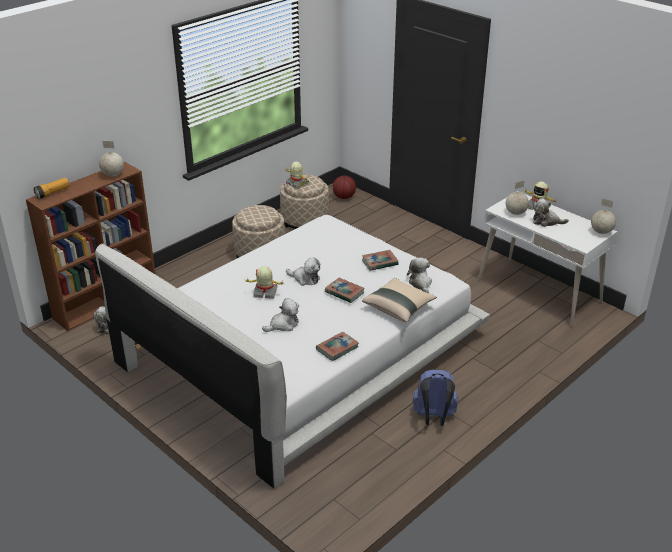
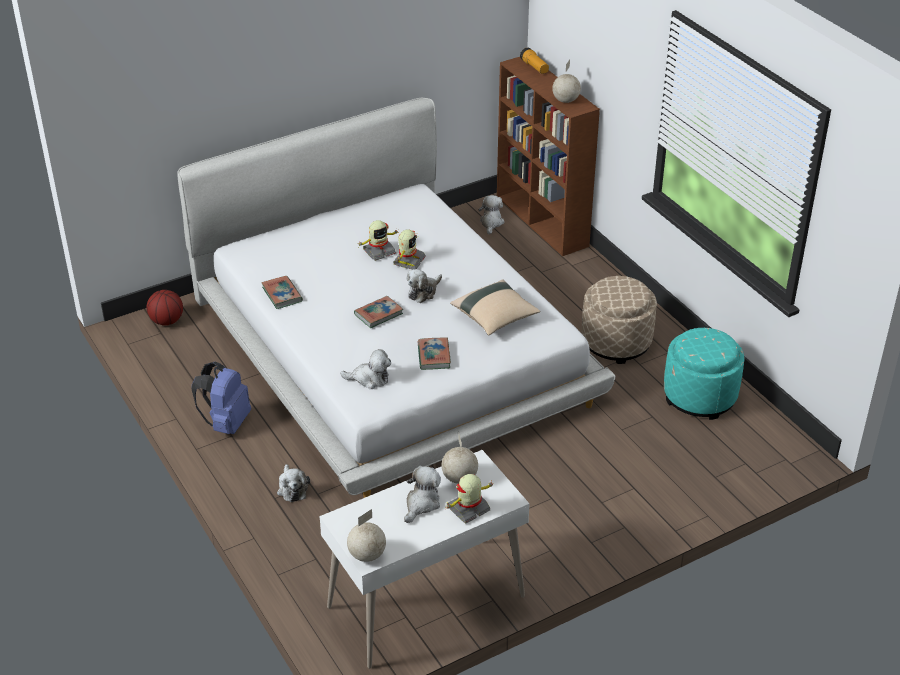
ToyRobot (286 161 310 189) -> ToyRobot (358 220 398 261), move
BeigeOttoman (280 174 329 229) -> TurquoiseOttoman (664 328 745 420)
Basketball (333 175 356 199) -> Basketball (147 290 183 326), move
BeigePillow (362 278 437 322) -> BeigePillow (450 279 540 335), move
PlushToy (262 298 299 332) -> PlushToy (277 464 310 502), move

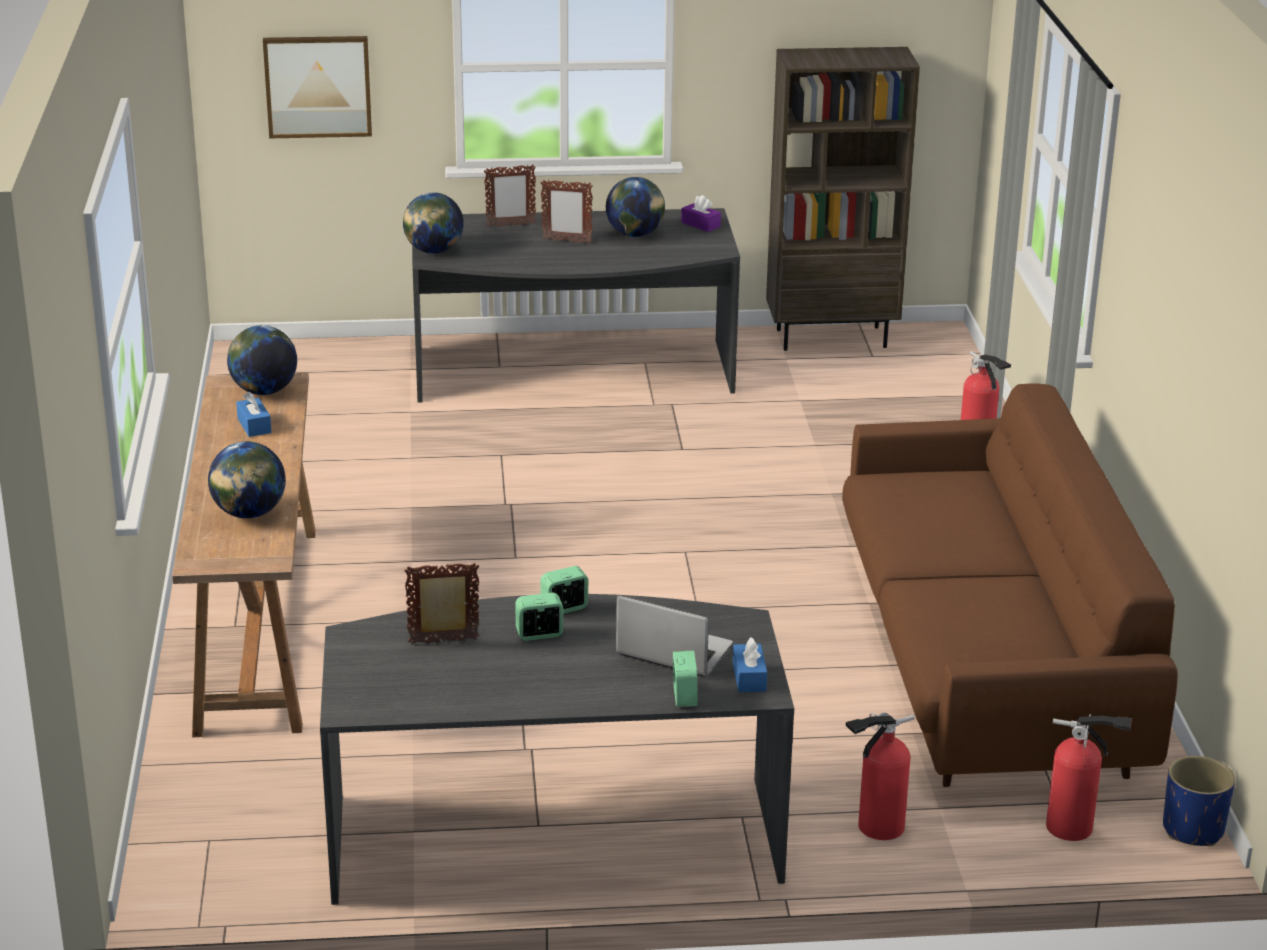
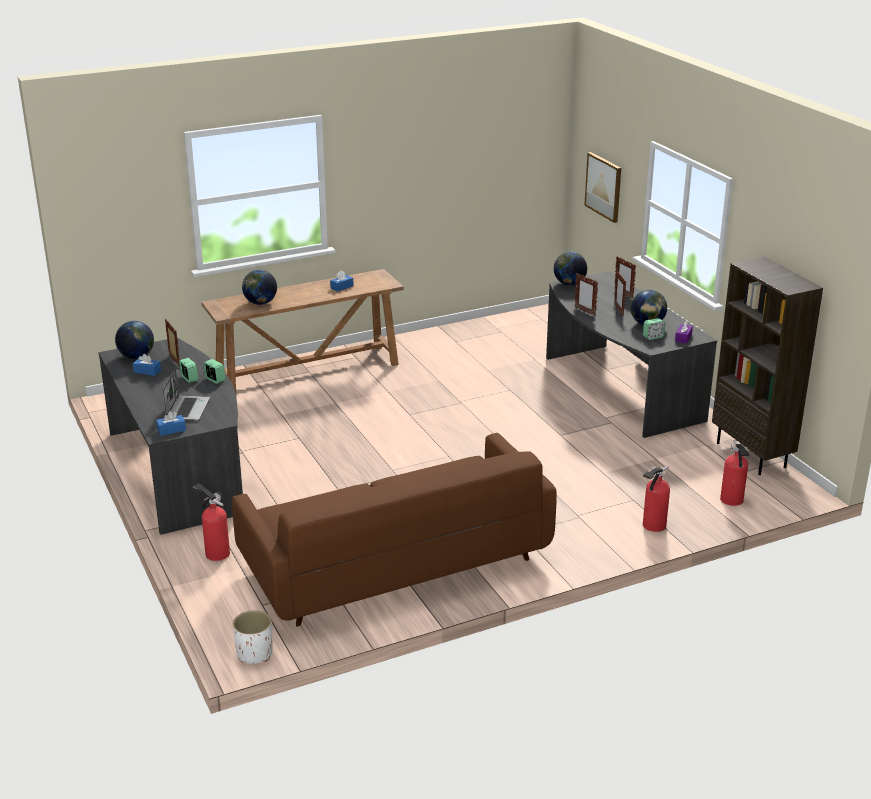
Globe (227 325 297 395) -> Globe (115 321 154 359), move
AlarmClock (673 651 698 707) -> AlarmClock (643 318 665 340), move
FireExtinguisher (1046 714 1132 841) -> FireExtinguisher (720 440 750 506), move
BluePlanter (1163 756 1235 846) -> WhitePlanter (233 610 273 664)
none -> PictureFrame (575 273 598 316)
none -> BlueTissueBox (133 354 161 376)

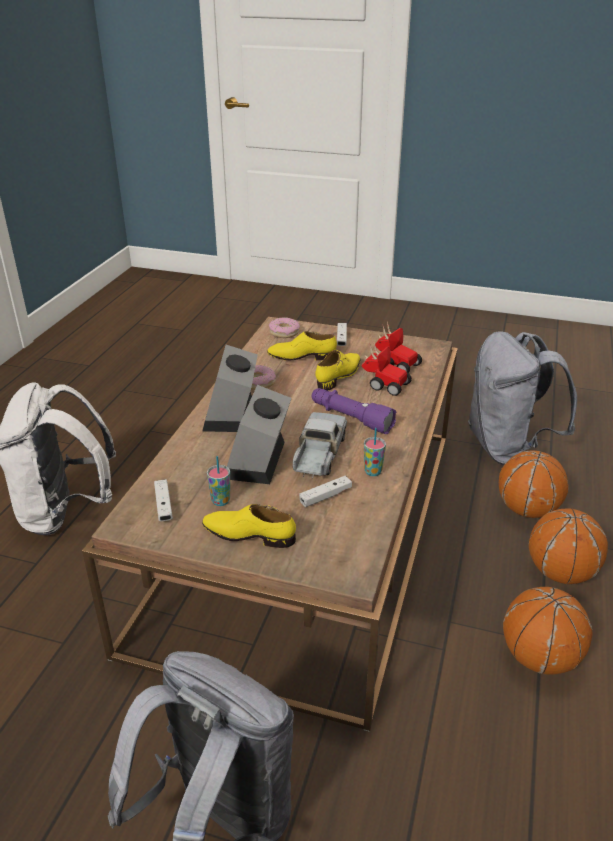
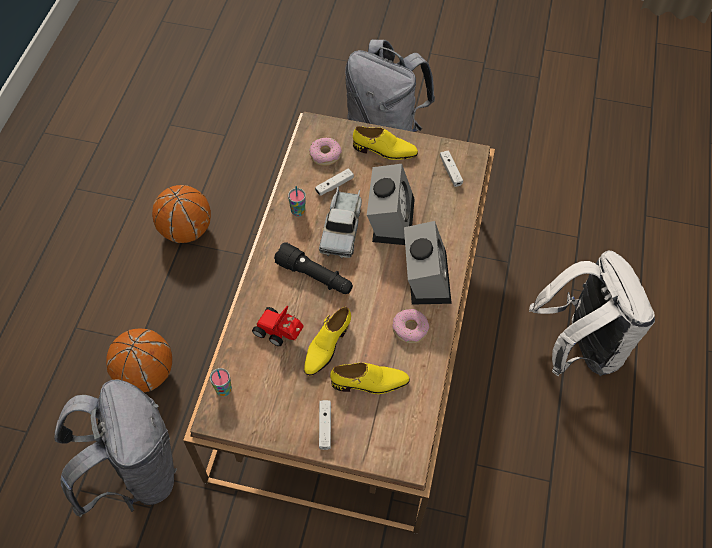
Donut (269 317 300 338) -> Donut (309 138 342 166), move
ToyCar (375 322 422 373) -> none
PurpleFlashlight (311 388 397 434) -> BlackFlashlight (274 242 353 294)
Cup (207 456 230 506) -> Cup (210 368 232 396), move
Basketball (529 508 608 584) -> none

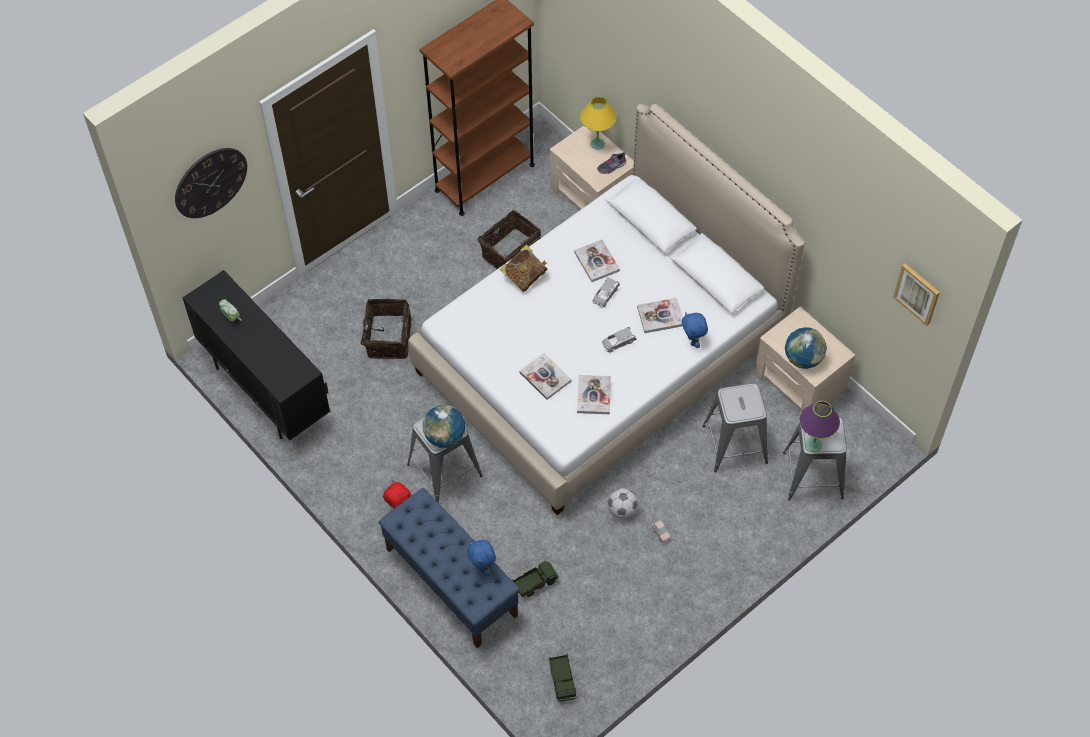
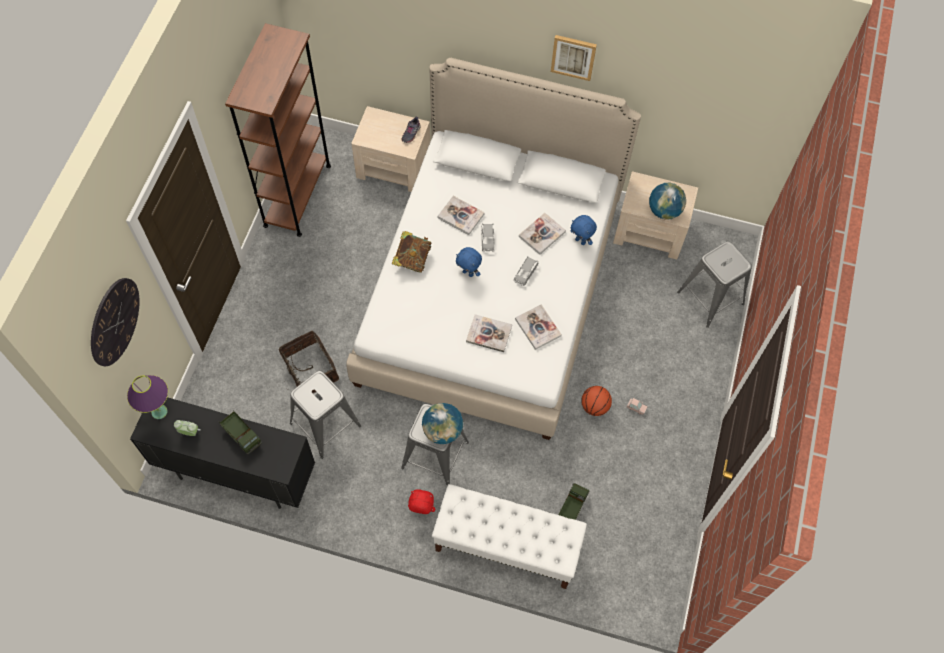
YellowTableLamp (580 97 616 150) -> none
Basket (477 210 541 269) -> none
Picture (893 263 940 326) -> Picture (551 35 597 81), move
GreyStool (702 383 768 472) -> GreyStool (290 371 361 459), move
PurpleTableLamp (799 401 840 452) -> PurpleTableLamp (127 375 168 419), move
BlueBench (379 488 520 648) -> WhiteBench (432 484 587 589)
Football (608 488 638 519) -> Basketball (581 386 612 416)
BluePlushToy (467 540 496 576) -> BluePlushToy (456 247 482 277), move
ToyTruck (549 653 576 702) -> ToyTruck (219 410 262 454), move

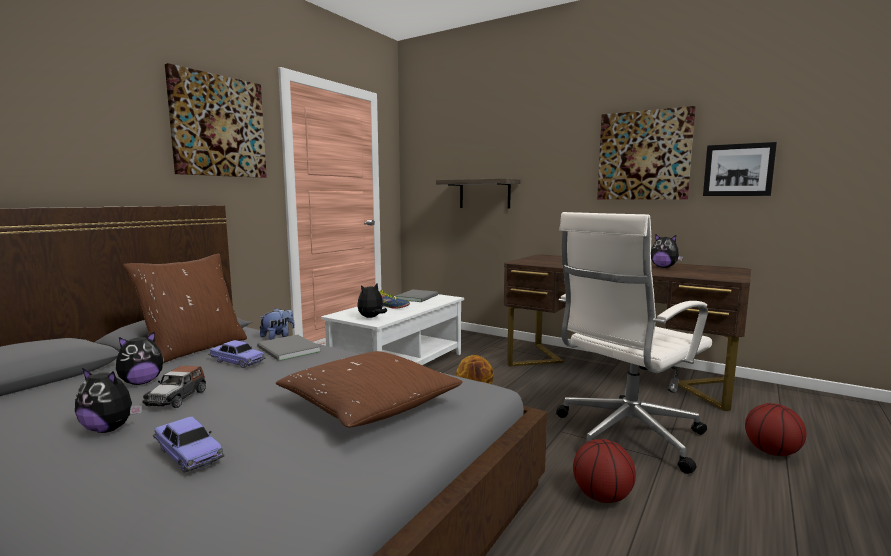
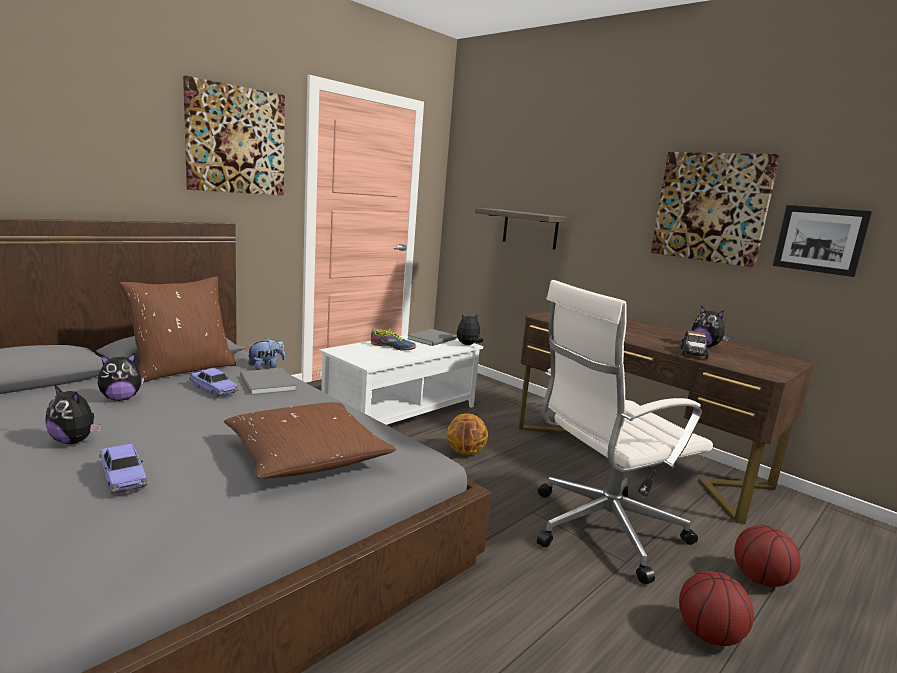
PlushToy (357 284 387 318) -> PlushToy (457 314 483 345), move
ToyCar (142 366 206 408) -> ToyCar (680 330 709 359), move
Basketball (573 439 636 503) -> Basketball (679 571 754 646), move

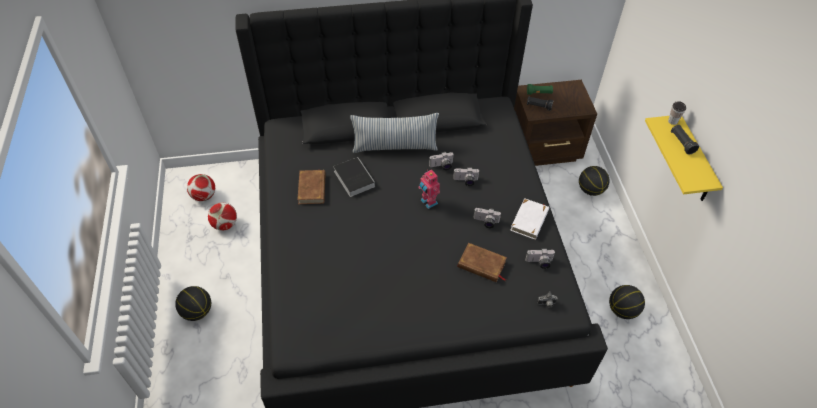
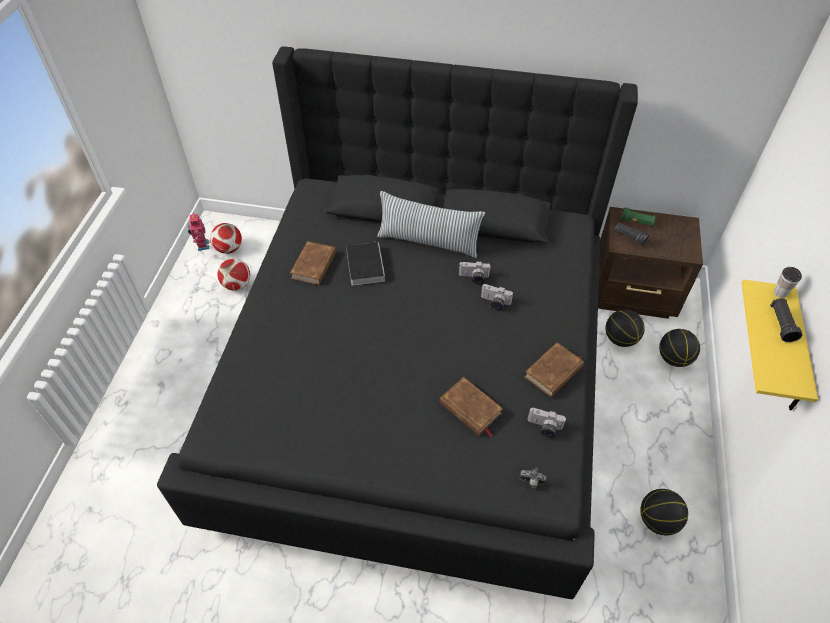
ToyRobot (418 169 440 209) -> ToyRobot (188 213 209 251), move
WhiteBook (510 198 549 240) -> BrownBook (524 342 584 397)
PhotoCamera (473 208 501 228) -> none
Basketball (175 286 211 321) -> Basketball (606 309 645 347), move

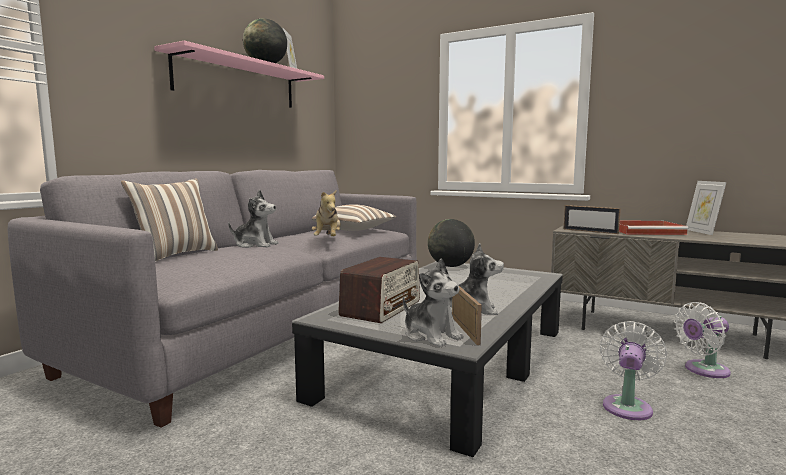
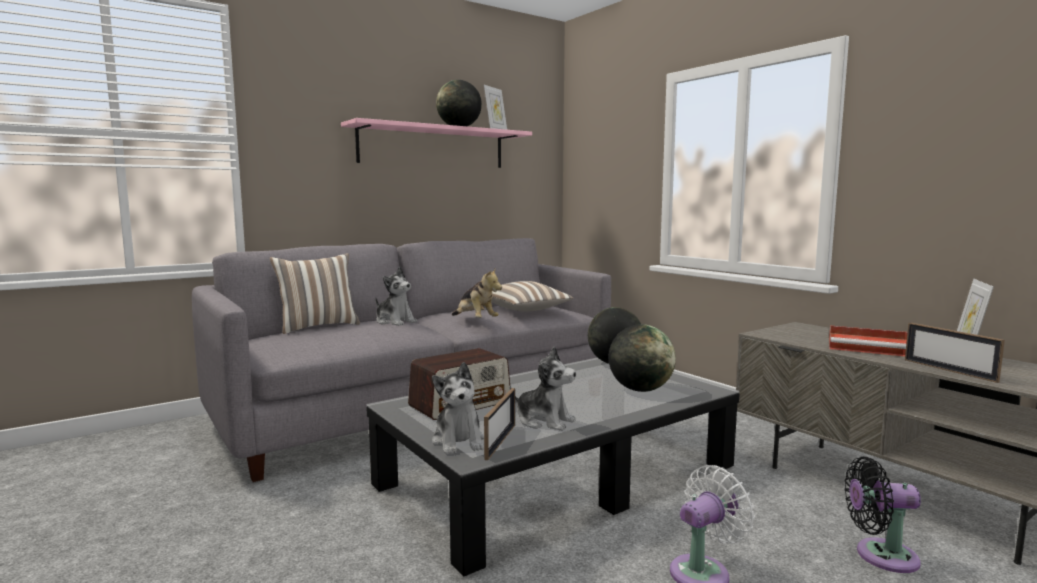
PlushToy (312 190 341 236) -> PlushToy (452 269 502 318), 60 degrees counterclockwise
PictureFrame (564 205 621 234) -> PictureFrame (905 322 1005 383), move
WhiteFan (674 302 731 378) -> BlackFan (845 457 921 573)
none -> Globe (609 324 676 392)

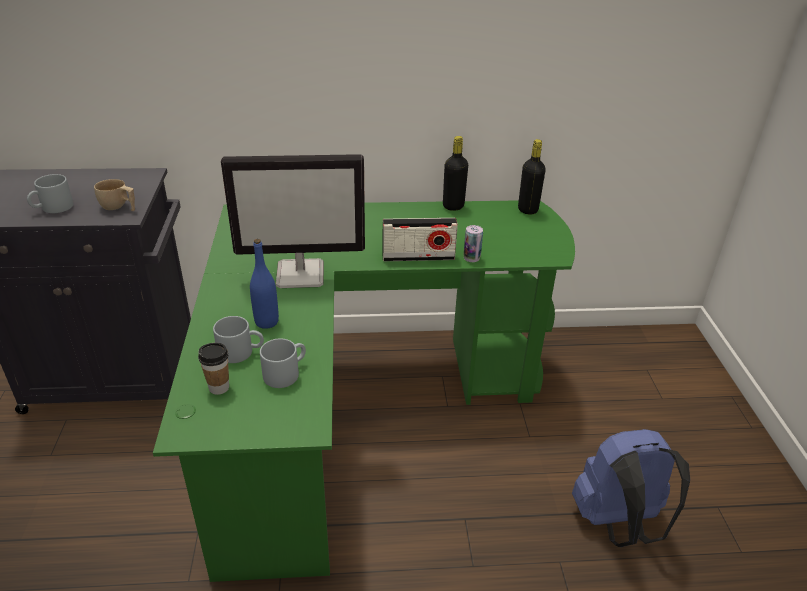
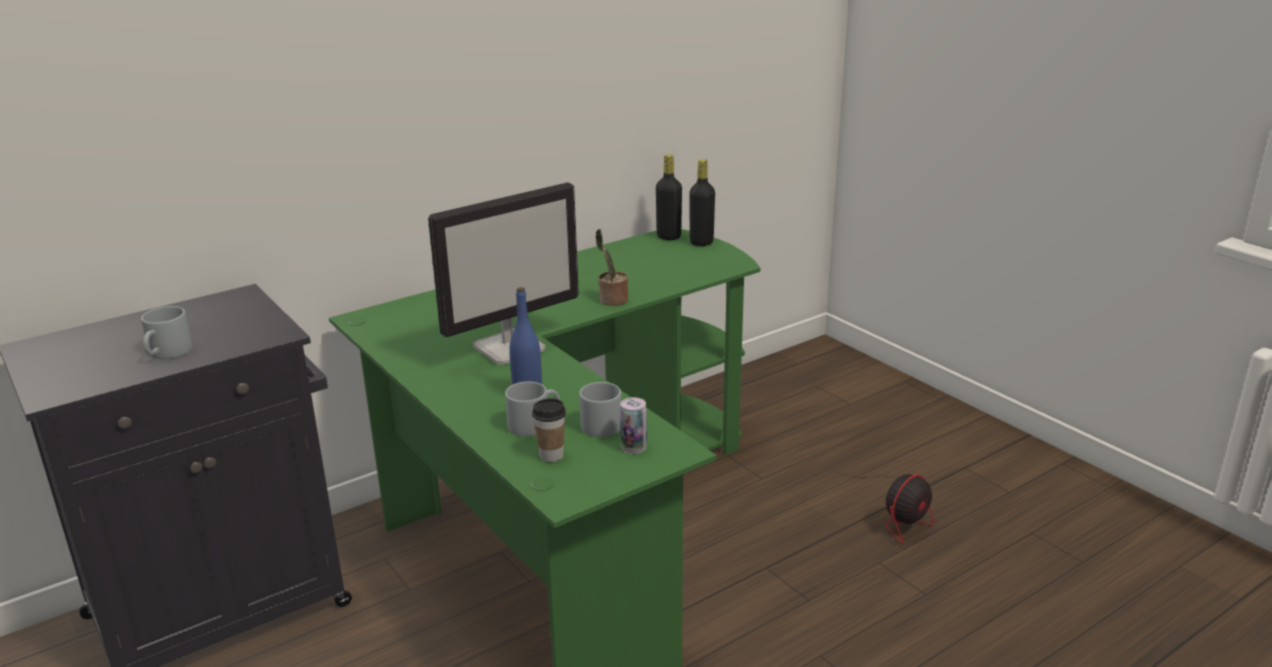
BlackBottle (443 136 468 211) -> BlackBottle (689 159 715 246), move
BeigeCup (94 179 135 211) -> none
Radio (382 218 458 261) -> PottedPlant (596 229 628 306)
Can (463 225 483 262) -> Can (620 397 647 454), move
BlueBackpack (572 429 690 547) -> Fan (832 468 934 544)

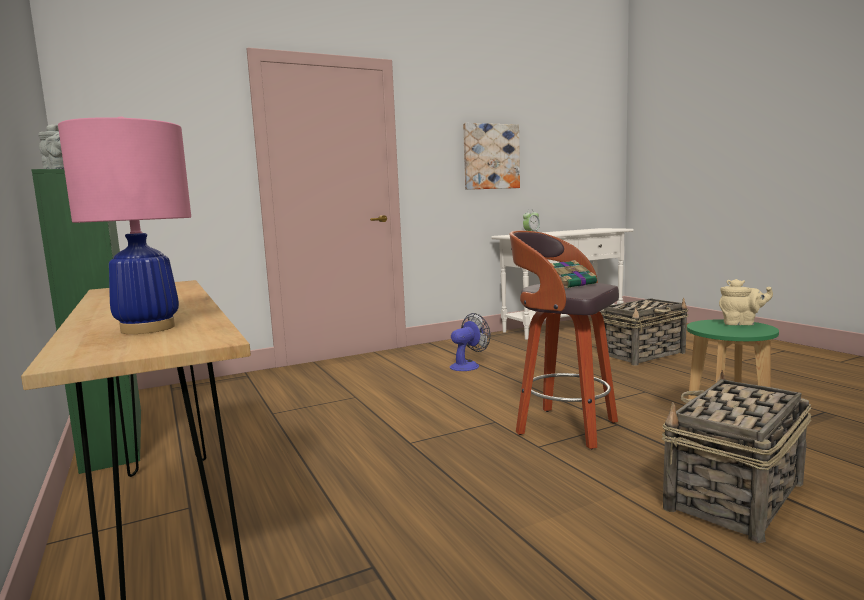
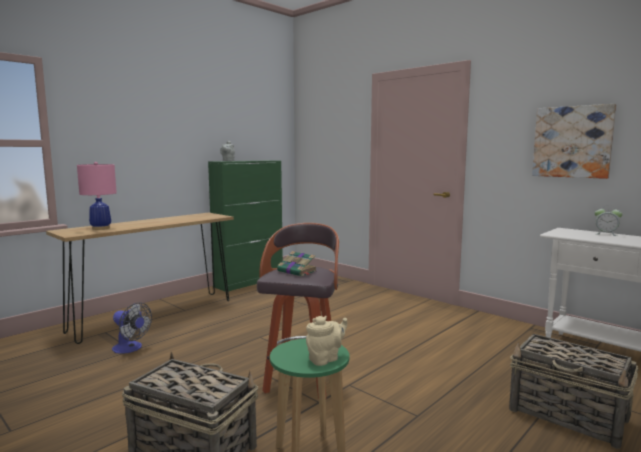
BeigeTeapot (719 279 773 325) -> BeigeTeapot (306 316 347 366), 120 degrees counterclockwise
Fan (450 313 490 371) -> Fan (112 302 152 354), move

